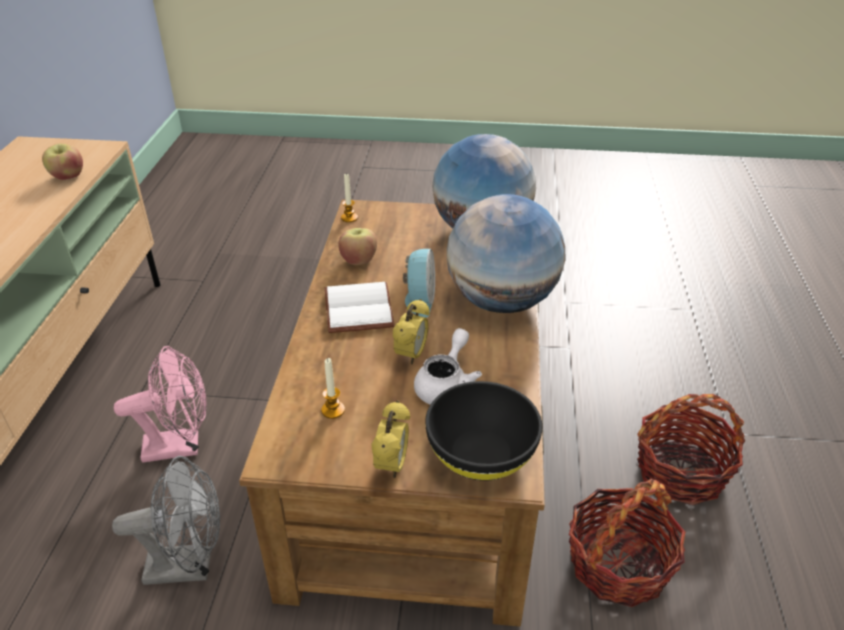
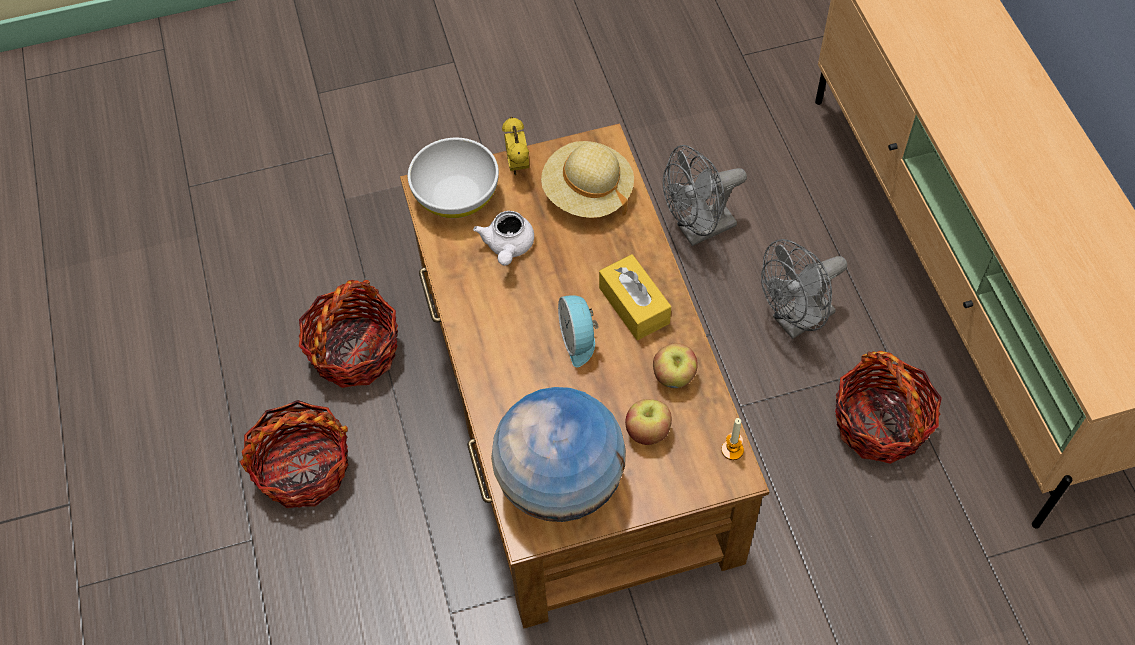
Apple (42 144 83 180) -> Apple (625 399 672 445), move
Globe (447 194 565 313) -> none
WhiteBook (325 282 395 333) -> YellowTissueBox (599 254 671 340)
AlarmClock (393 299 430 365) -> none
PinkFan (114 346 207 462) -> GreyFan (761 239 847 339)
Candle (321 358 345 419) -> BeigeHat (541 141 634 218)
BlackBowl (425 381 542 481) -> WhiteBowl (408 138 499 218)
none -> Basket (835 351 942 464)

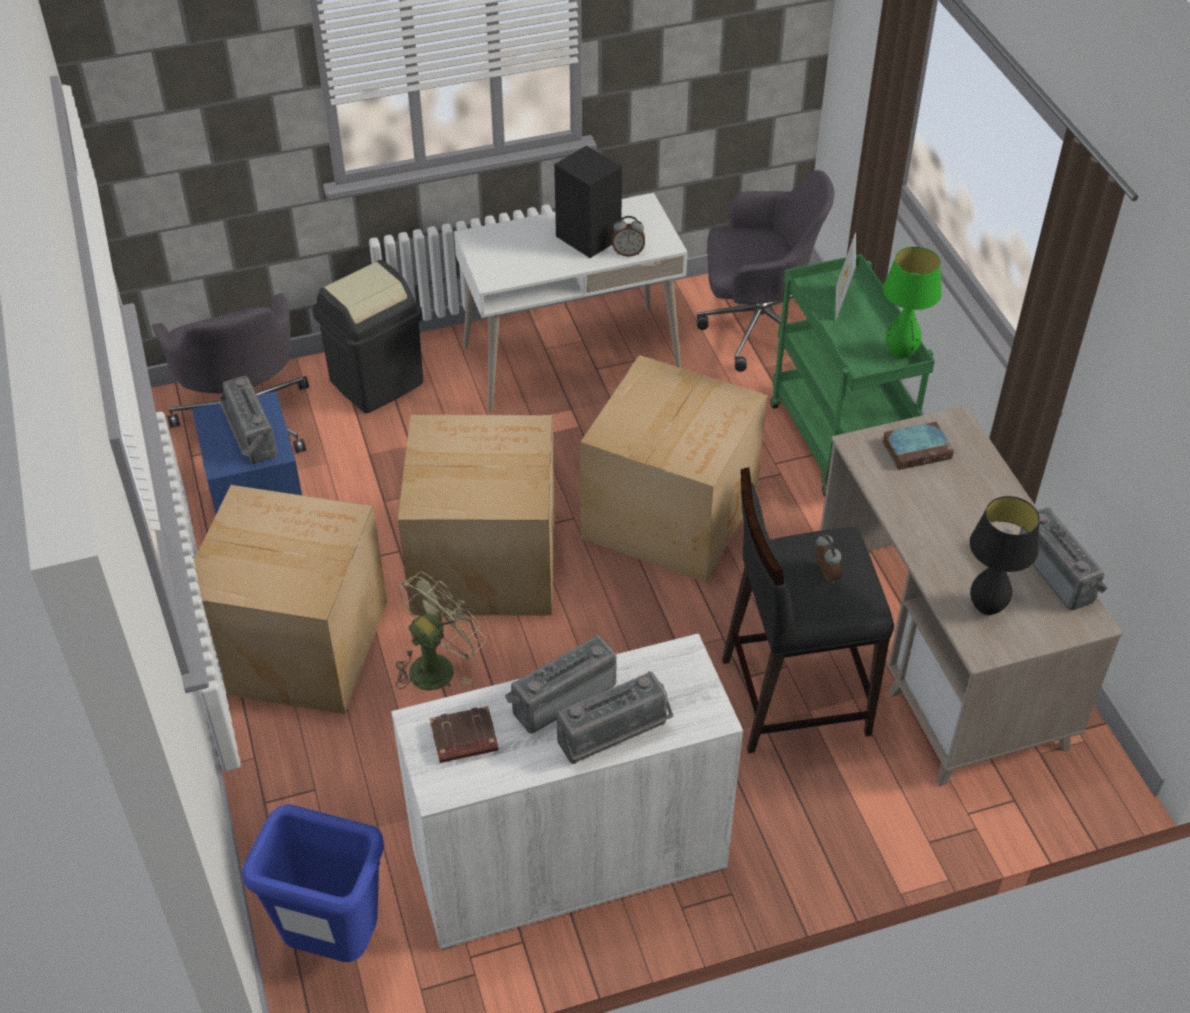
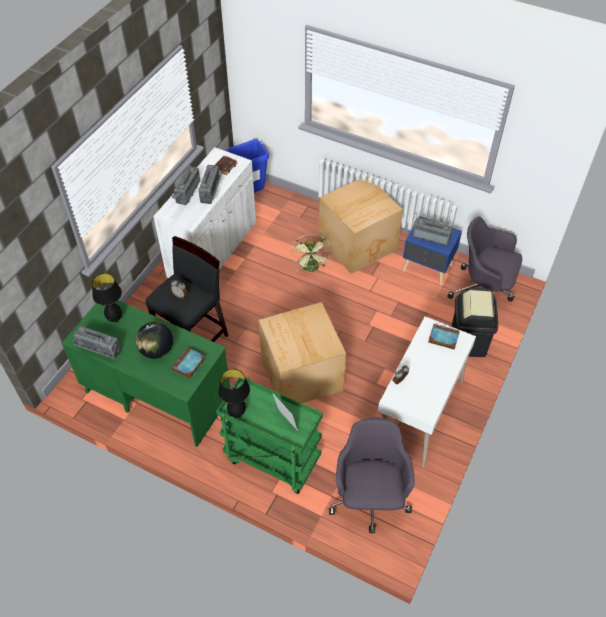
BlackSpeaker (554 146 622 258) -> none
GreyOfficeChair (697 170 834 372) -> GreyOfficeChair (329 418 415 533), 135 degrees clockwise
GreenTableLamp (883 246 942 359) -> BlackTableLamp (218 369 250 417)
BeigeDesk (820 405 1123 786) -> GreenDesk (61 300 230 447)
CardboardBox (398 415 555 616) -> none
none -> Globe (136 322 173 359)
none -> Book (428 324 460 350)

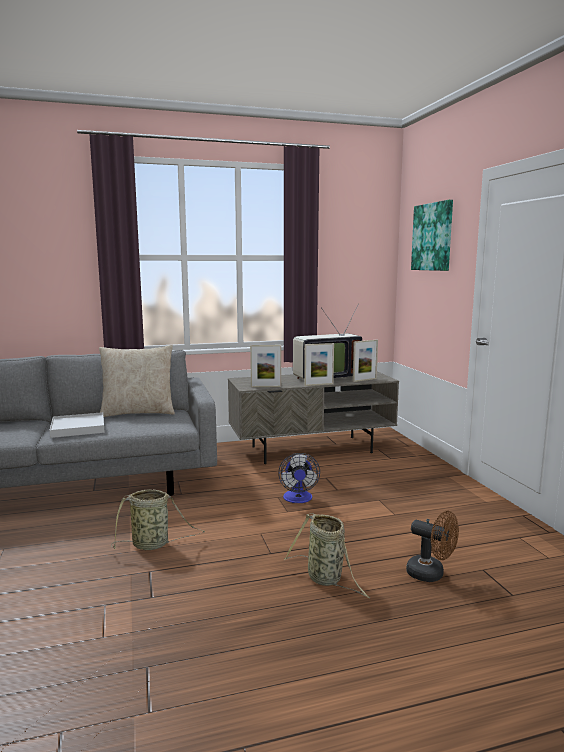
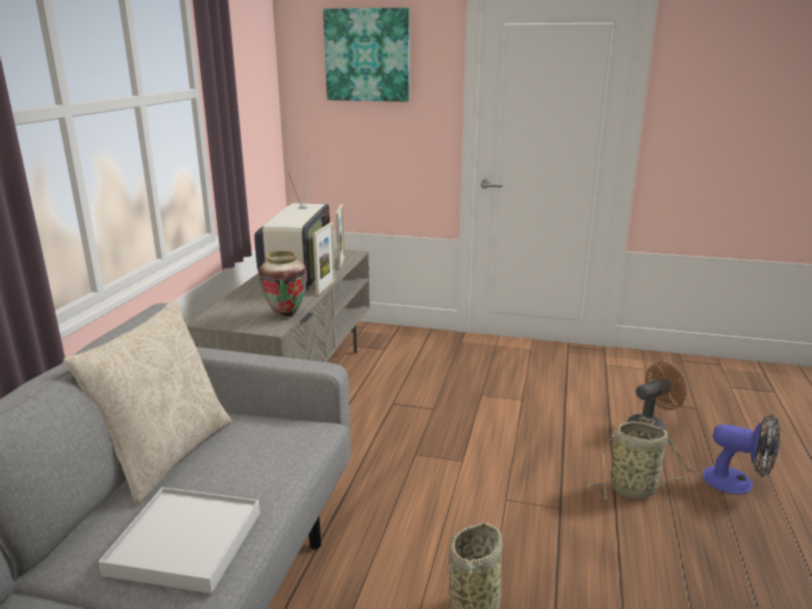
PictureFrame (250 345 281 387) -> Vase (259 250 307 319)
Fan (278 453 320 503) -> Fan (703 414 780 495), move

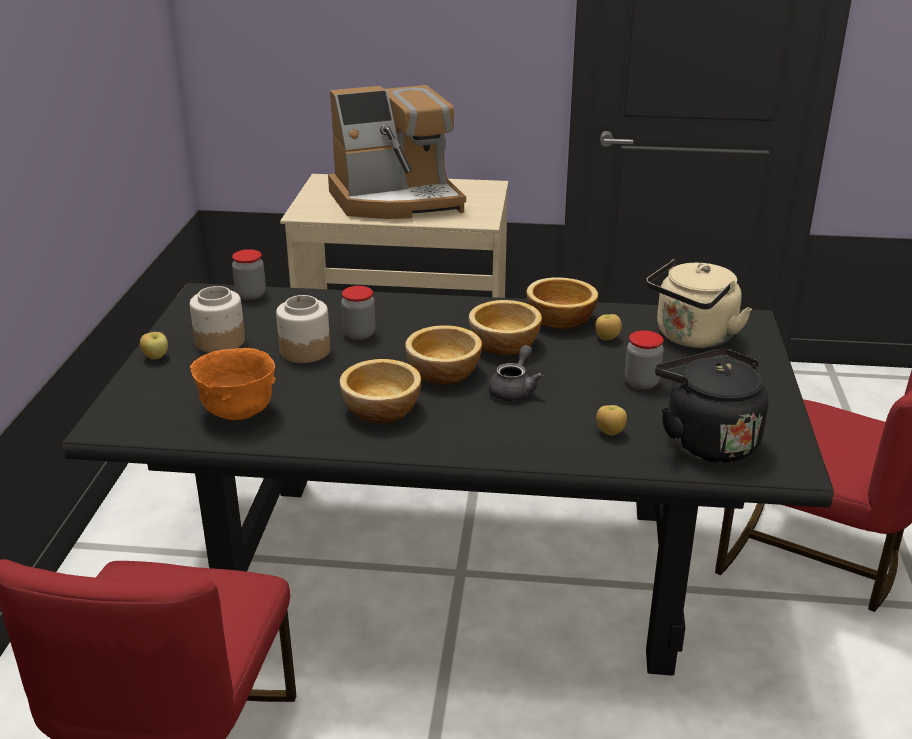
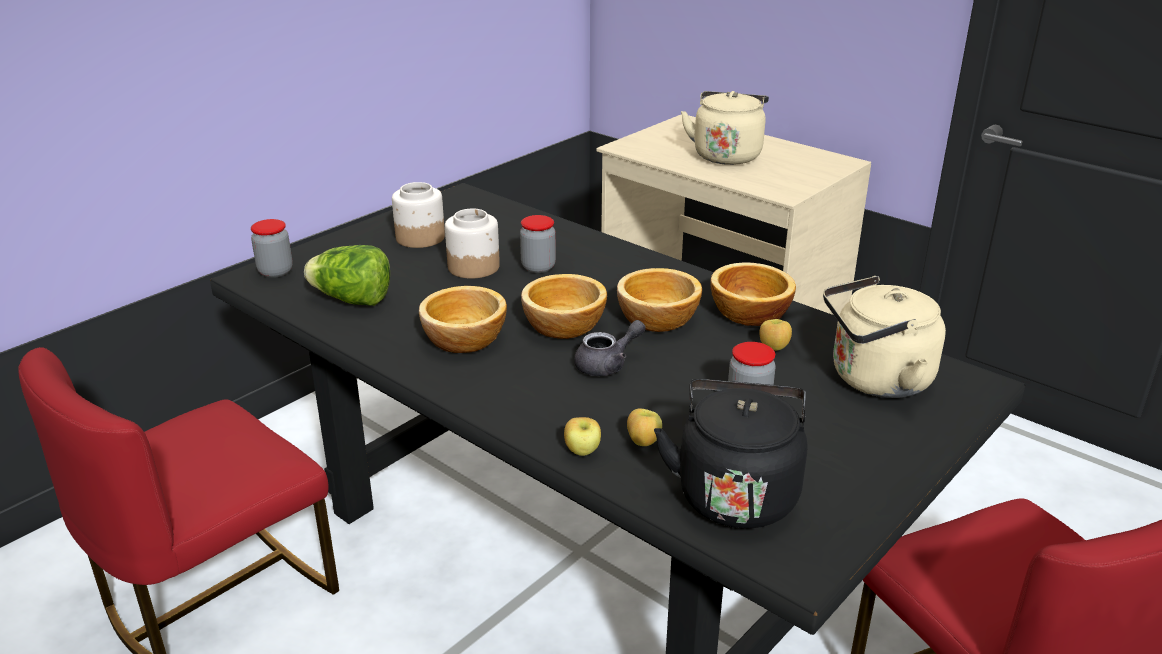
CoffeeMachine (328 85 466 219) -> BeigeKettle (681 91 769 165)
Jar (232 249 266 300) -> Jar (251 219 293 278), move
Apple (140 332 168 359) -> Apple (564 417 601 456), move
OrangeBowl (190 348 276 420) -> Lettuce (304 245 390 306)

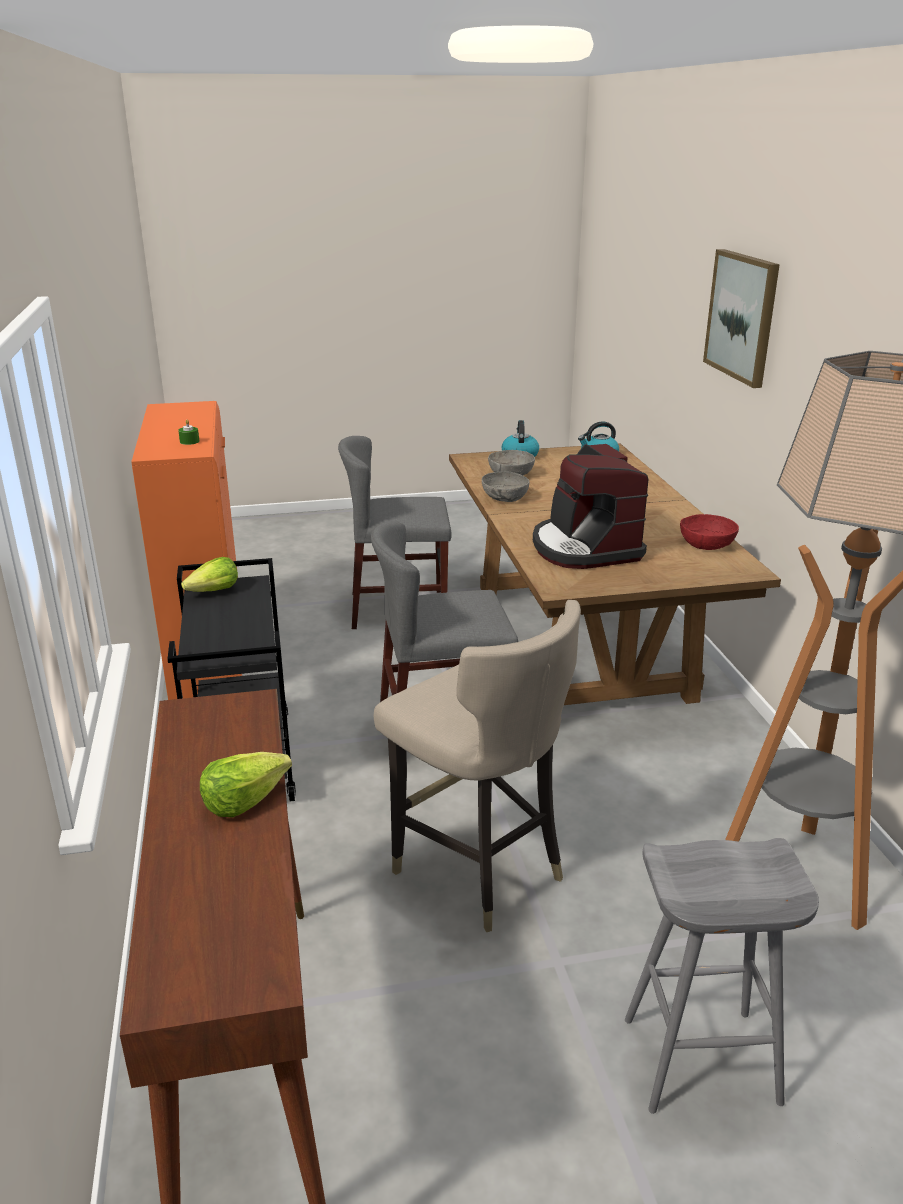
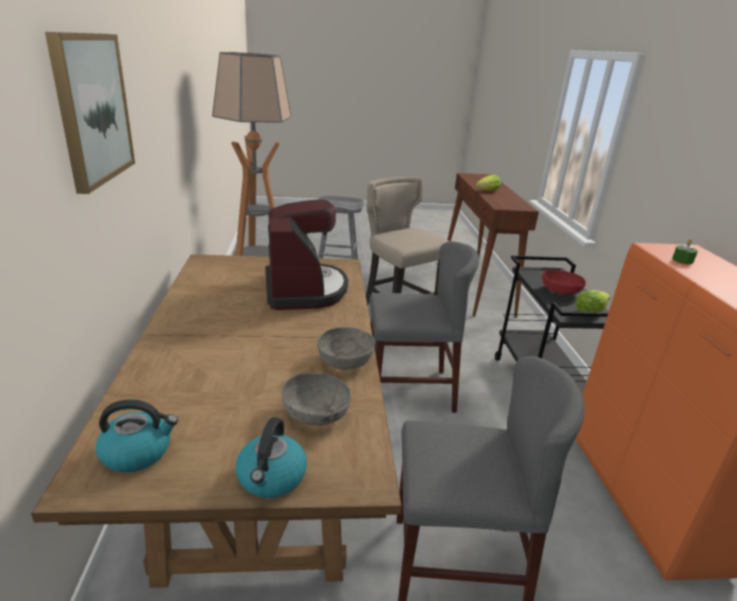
RedBowl (680 514 739 550) -> RedBowl (542 270 586 295), move

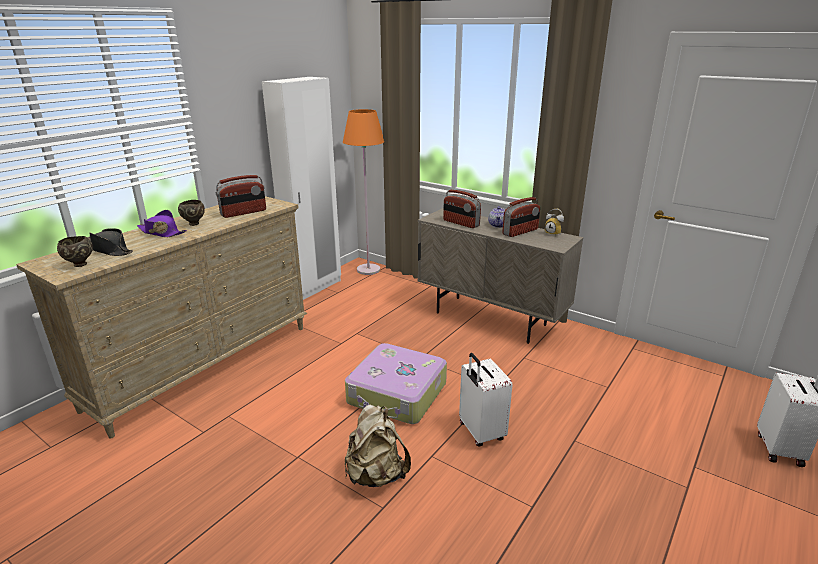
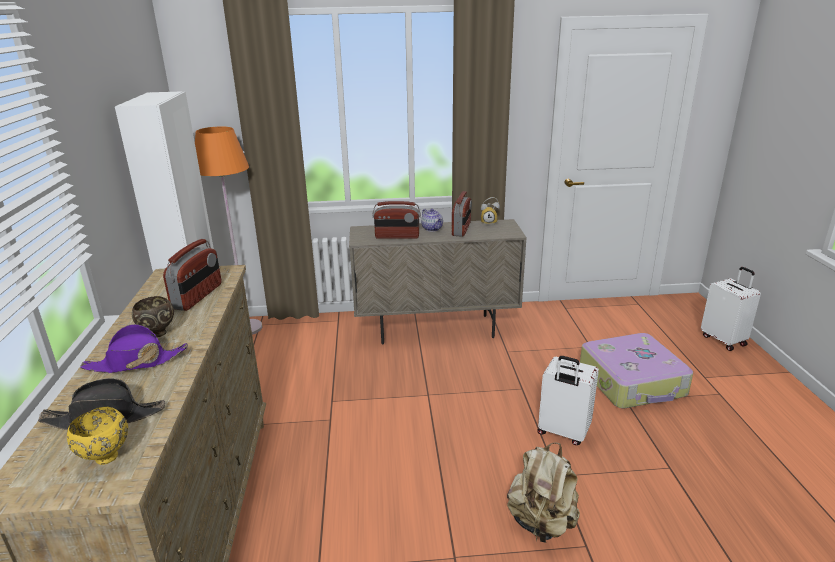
BrownBowl (57 236 93 267) -> YellowBowl (67 407 128 465)
Suitcase (345 343 447 424) -> Suitcase (580 333 693 408), move

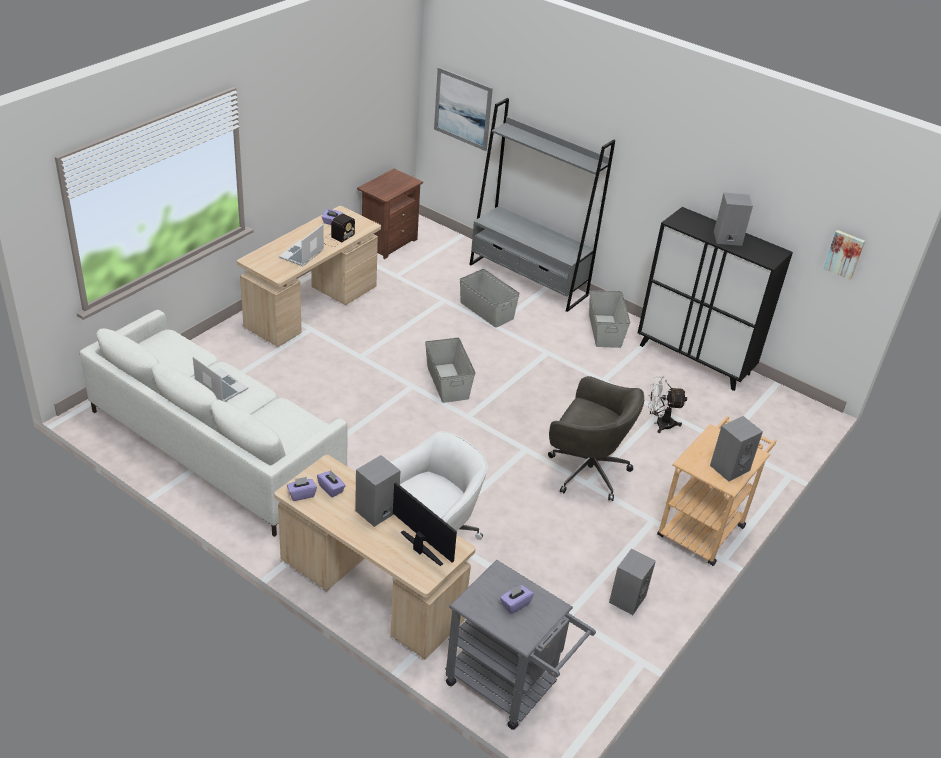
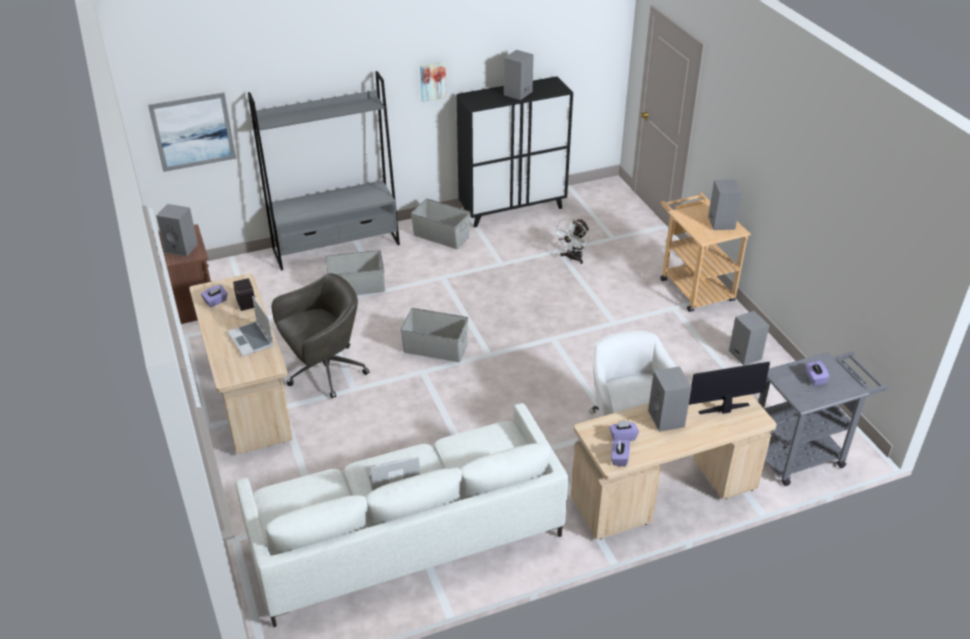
Picture (823 230 865 280) -> Picture (420 61 446 102), move
GreyOfficeChair (548 376 644 501) -> GreyOfficeChair (272 273 370 398), move
none -> GreySpeaker (156 204 198 256)

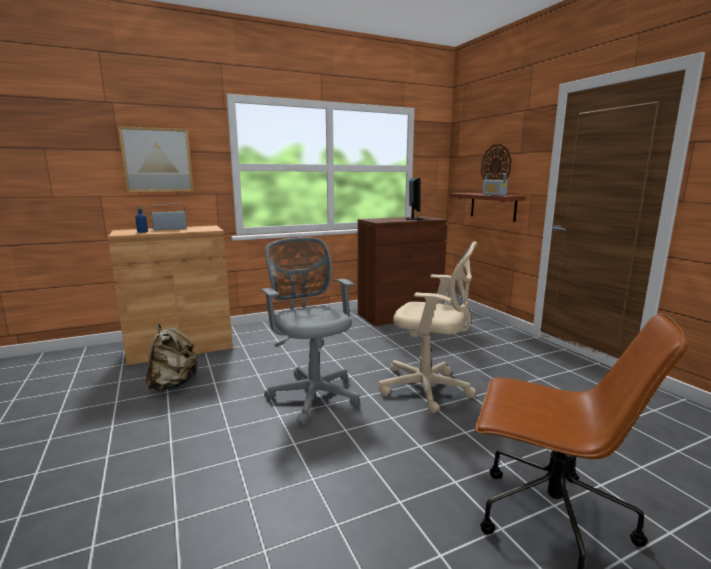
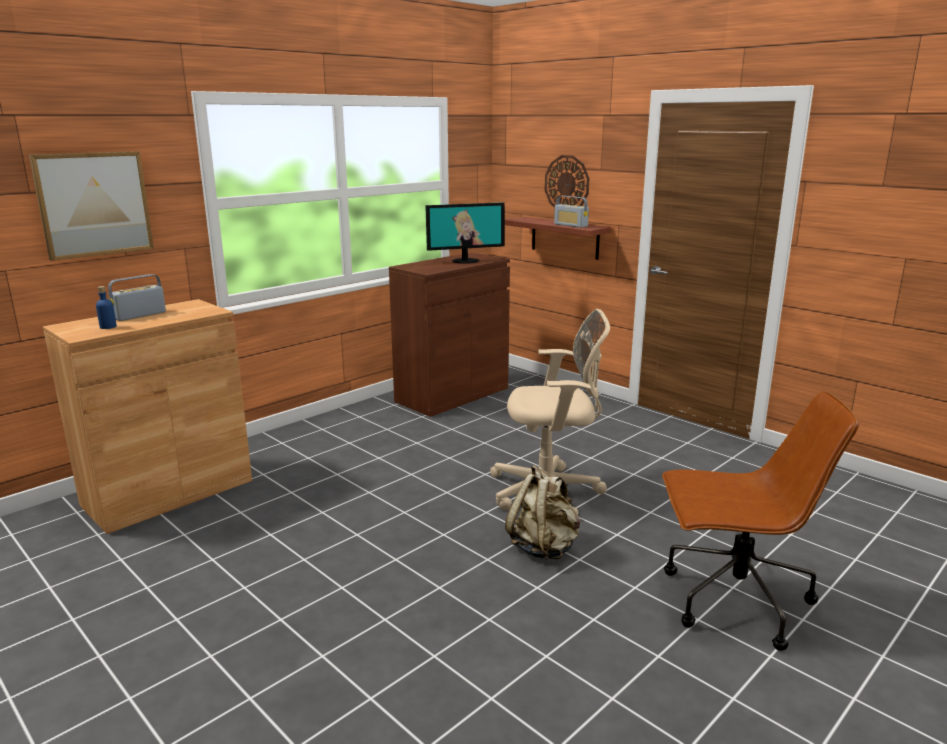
Monitor (405 178 423 220) -> Monitor (425 202 505 264), 90 degrees clockwise
GreyOfficeChair (259 237 359 425) -> none
BeigeBackpack (146 324 199 391) -> BeigeBackpack (505 465 580 559), move

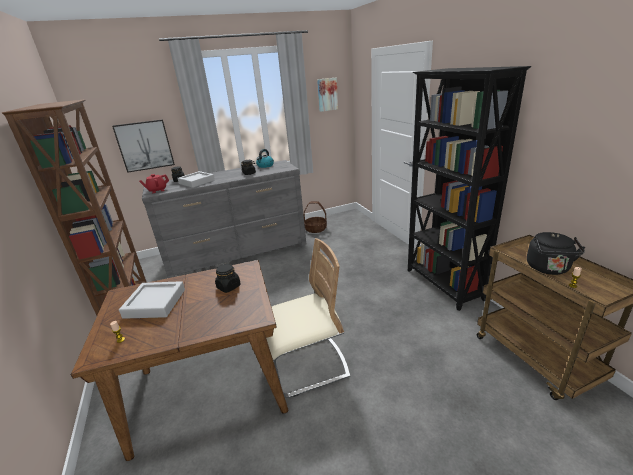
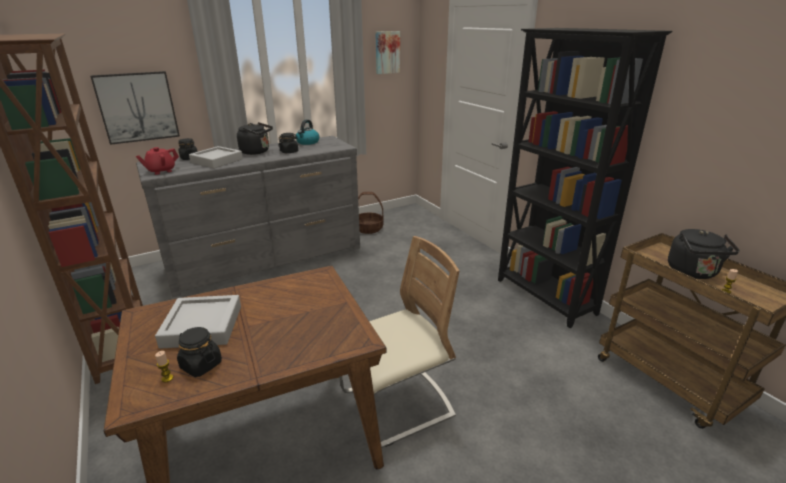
BlackJar (215 264 240 293) -> BlackJar (177 327 222 377), move
none -> BlackKettle (237 122 273 155)

